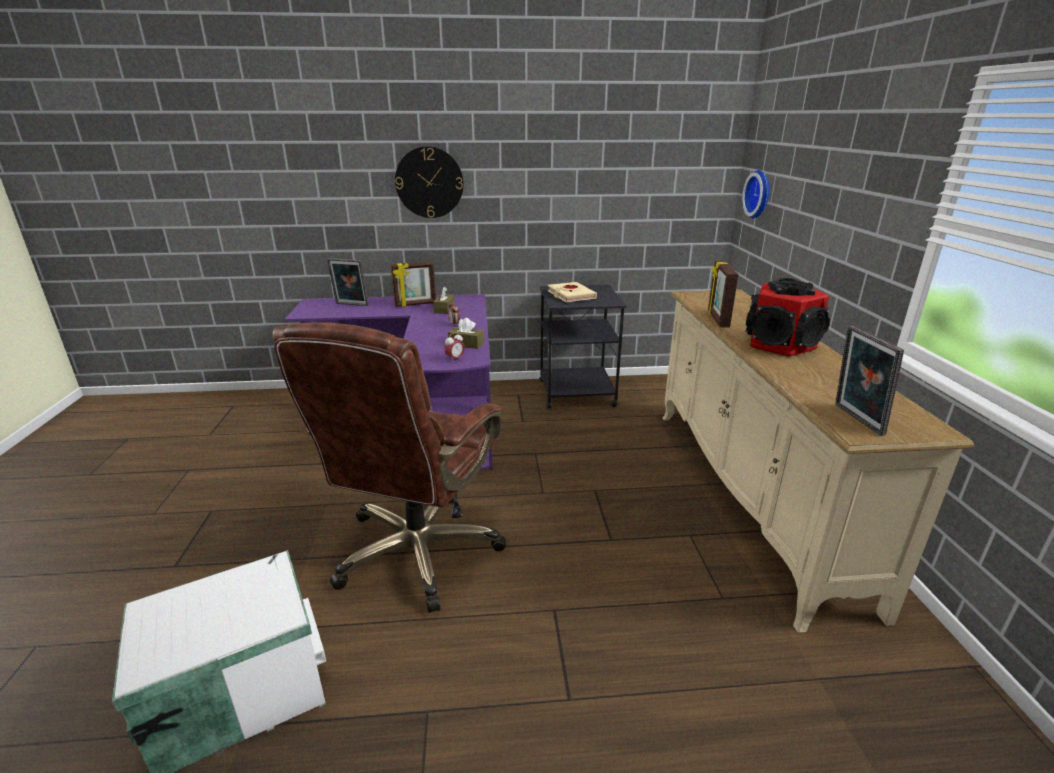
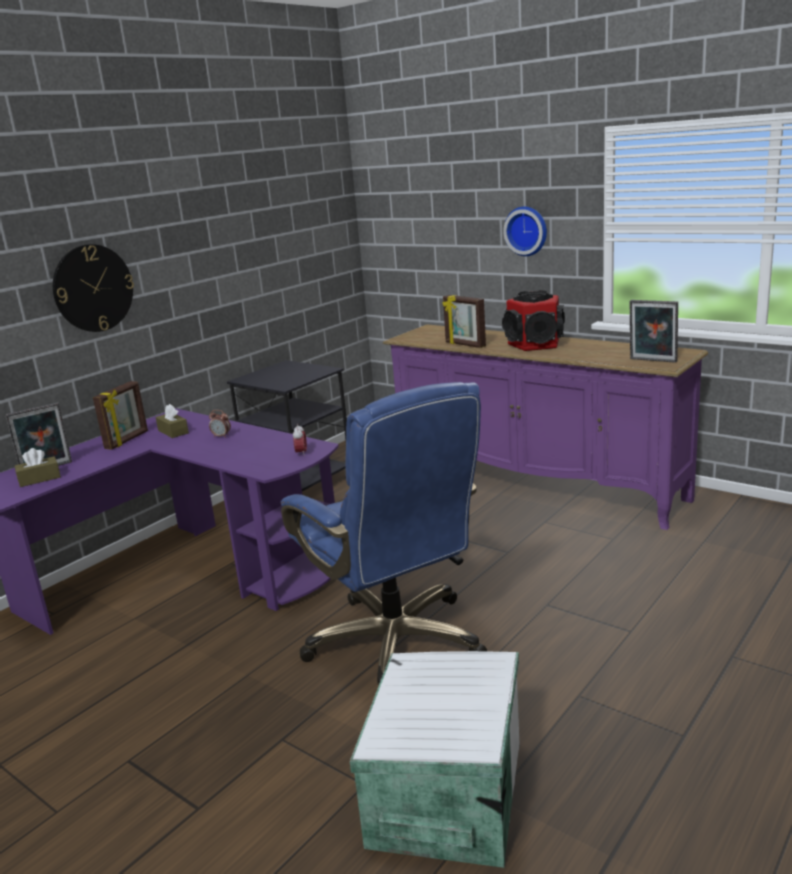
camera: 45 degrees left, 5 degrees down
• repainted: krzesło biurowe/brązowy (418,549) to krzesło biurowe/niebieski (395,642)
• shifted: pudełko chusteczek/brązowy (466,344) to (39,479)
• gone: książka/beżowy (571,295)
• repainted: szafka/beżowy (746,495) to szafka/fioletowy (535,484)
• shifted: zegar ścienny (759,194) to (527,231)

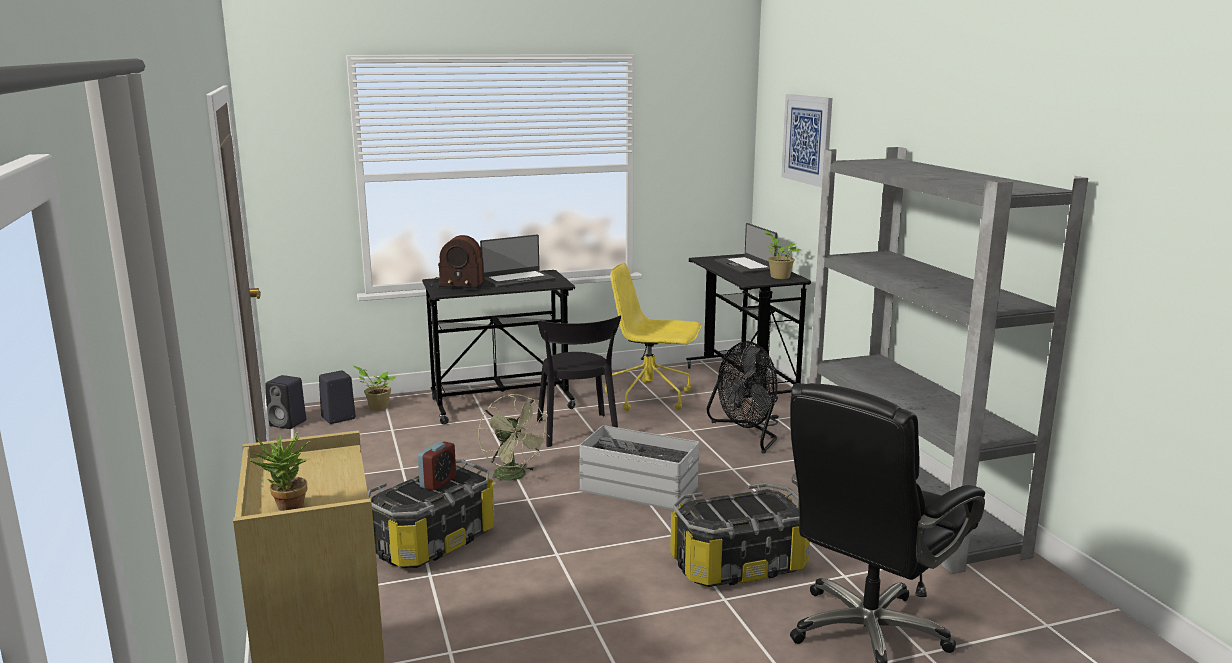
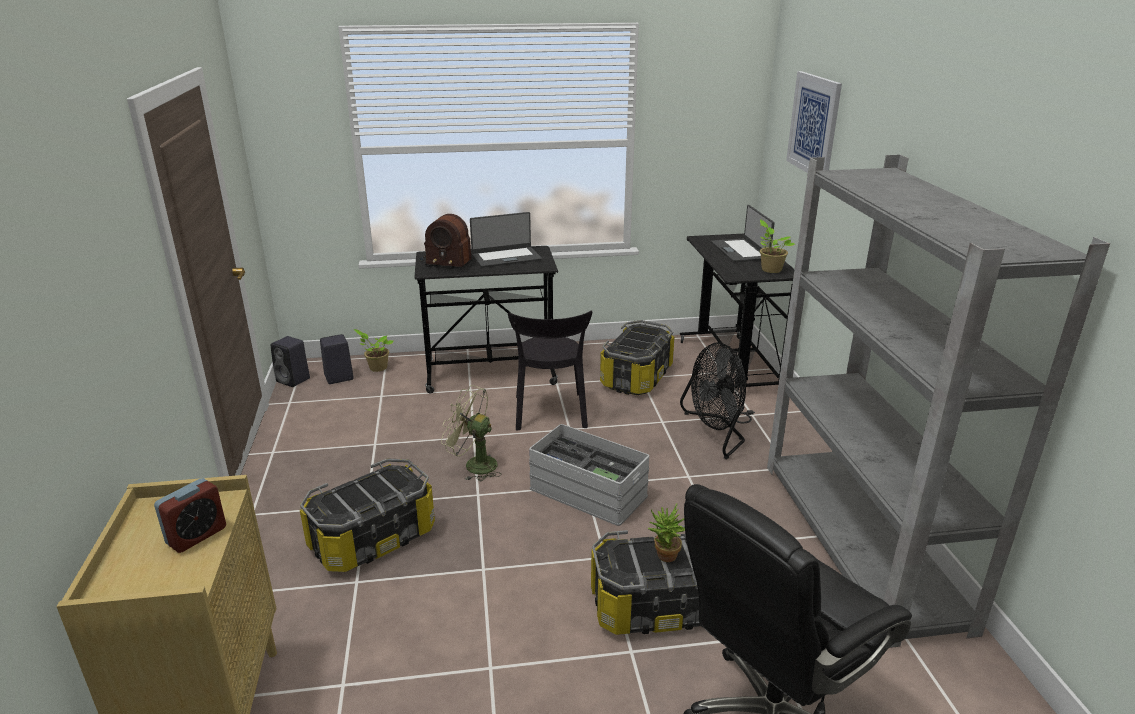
camera: 10 degrees right, 10 degrees up
• shifted: roślina doniczkowa (287,508) to (665,558)
• shifted: budzik (438,482) to (196,536)
• rotated: wentylator/zielony (514,477) = (474,465) 135 degrees clockwise
• swapped: krzesło biurowe/żółty (653,398) to pojemnik do przechowywania (636,377)

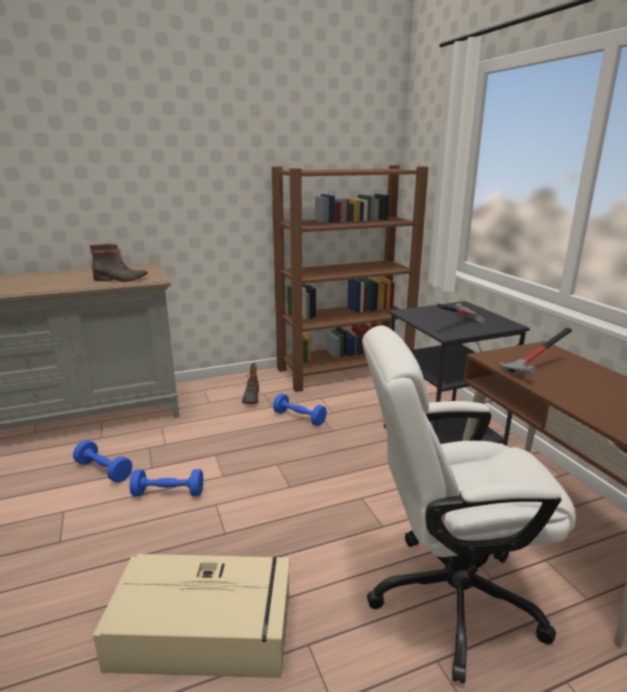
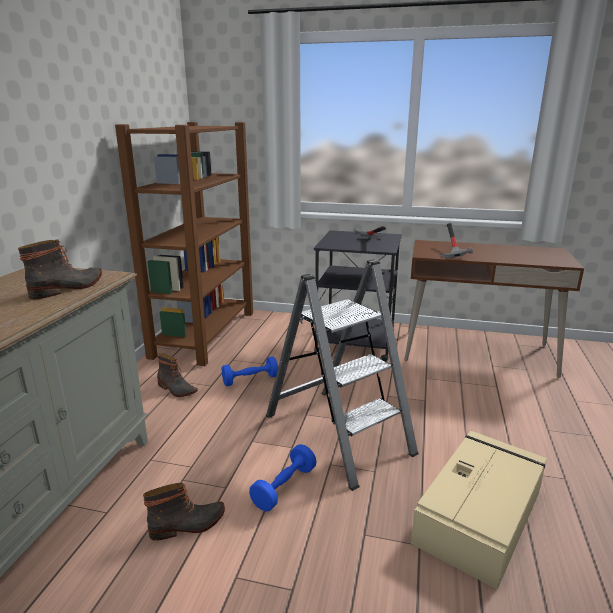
camera: 55 degrees left, 0 degrees up
• swapped: hantel/niebieski (104,470) to but z cholewką (188,525)
• gone: krzesło biurowe/biały (445,600)
• new: drabinka/szary (336,432)

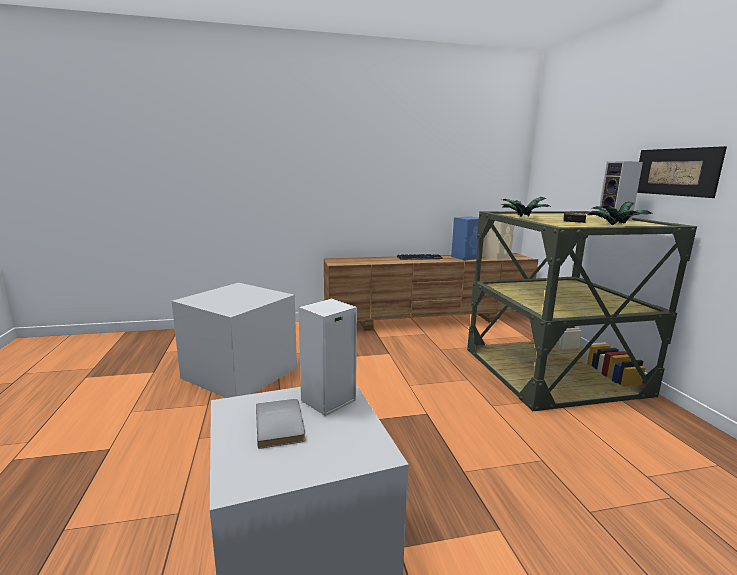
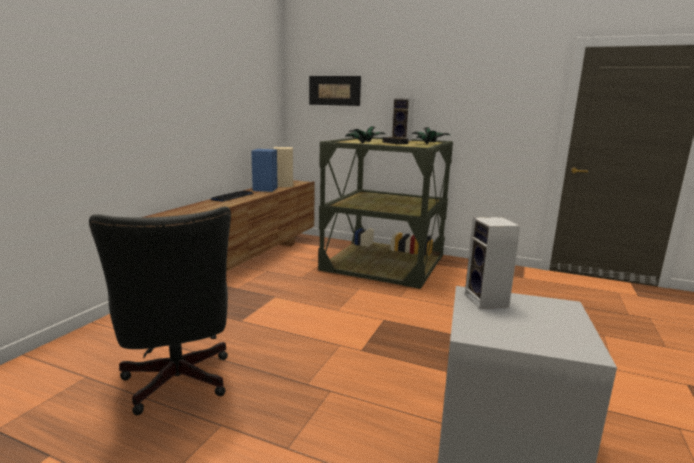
camera: 55 degrees left, 0 degrees up
• swapped: pojemnik do przechowywania/szary (238,373) to krzesło biurowe/czarny (178,384)
• gone: książka/szary (282,424)
• shifted: obraz (675,172) to (334,90)

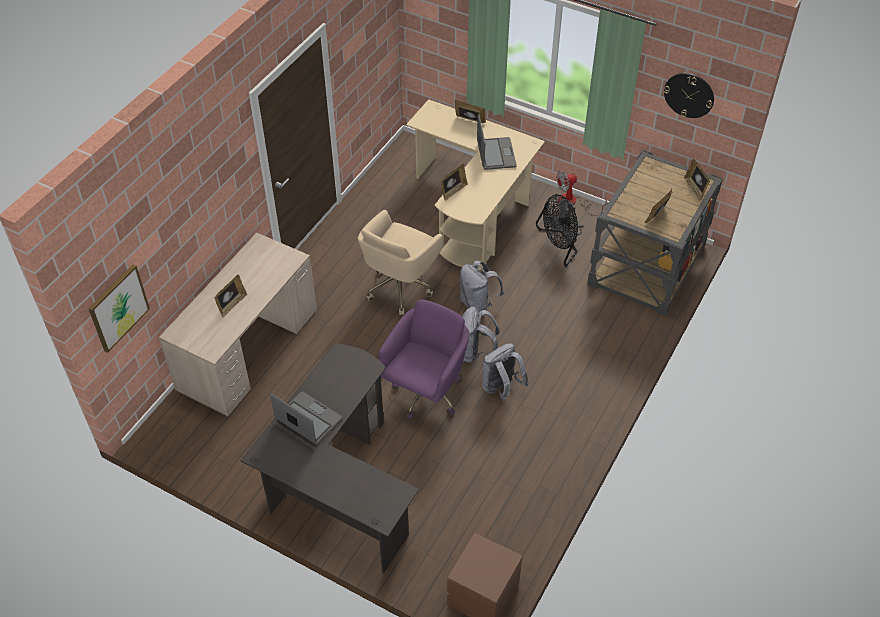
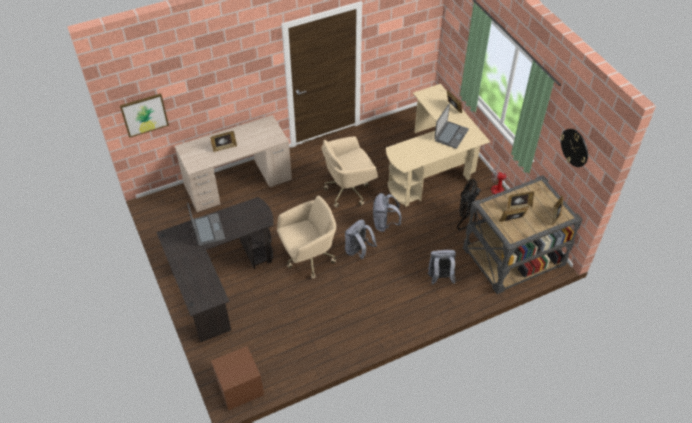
camera: 35 degrees right, 0 degrees up
• repainted: krzesło biurowe/fioletowy (426,395) to krzesło biurowe/beżowy (308,259)
• shifted: ramka na zdjęcie (453,191) to (518,207)
• shifted: plecak/szary (501,388) to (440,278)

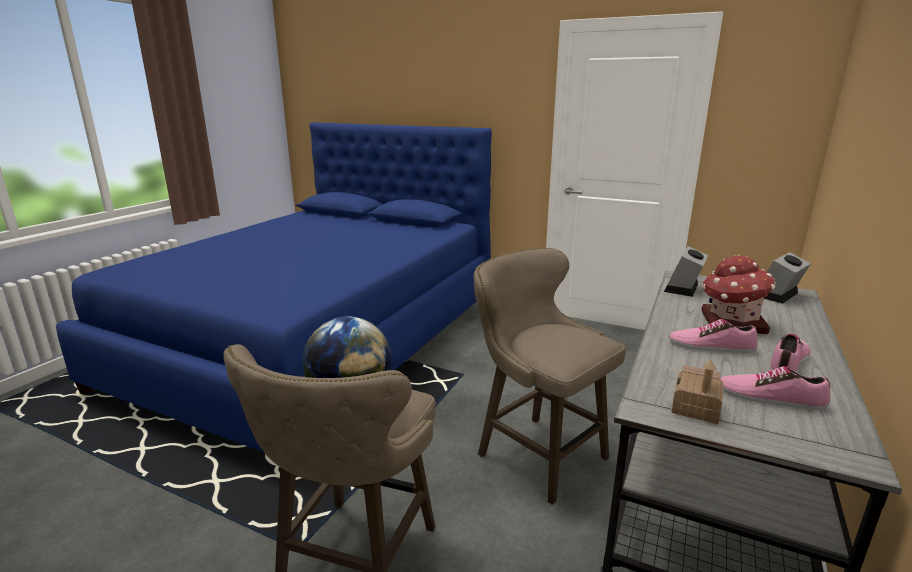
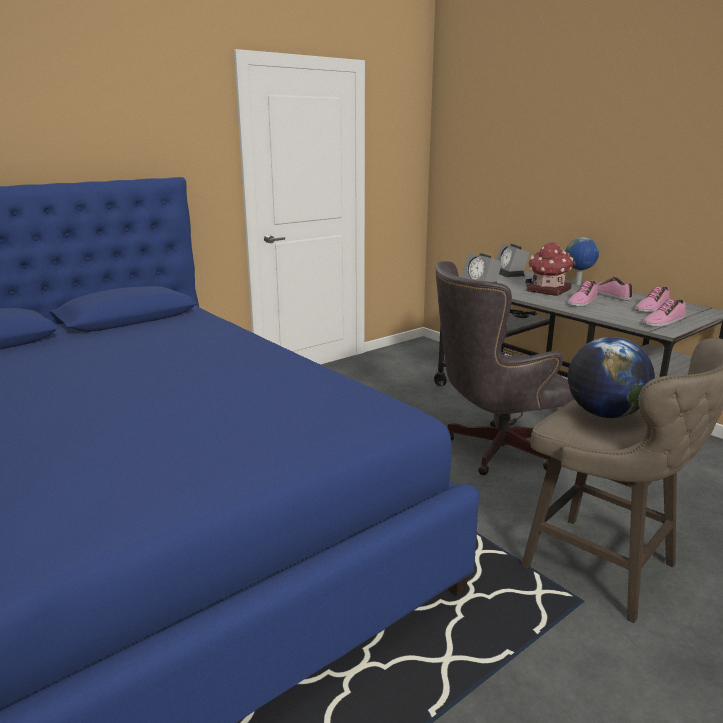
camera: 65 degrees left, 0 degrees up
• swapped: stołek/beżowy (537,453) to krzesło biurowe/szary (494,451)
• swapped: domek (695,408) to but (663,321)
• new: globus (578,284)

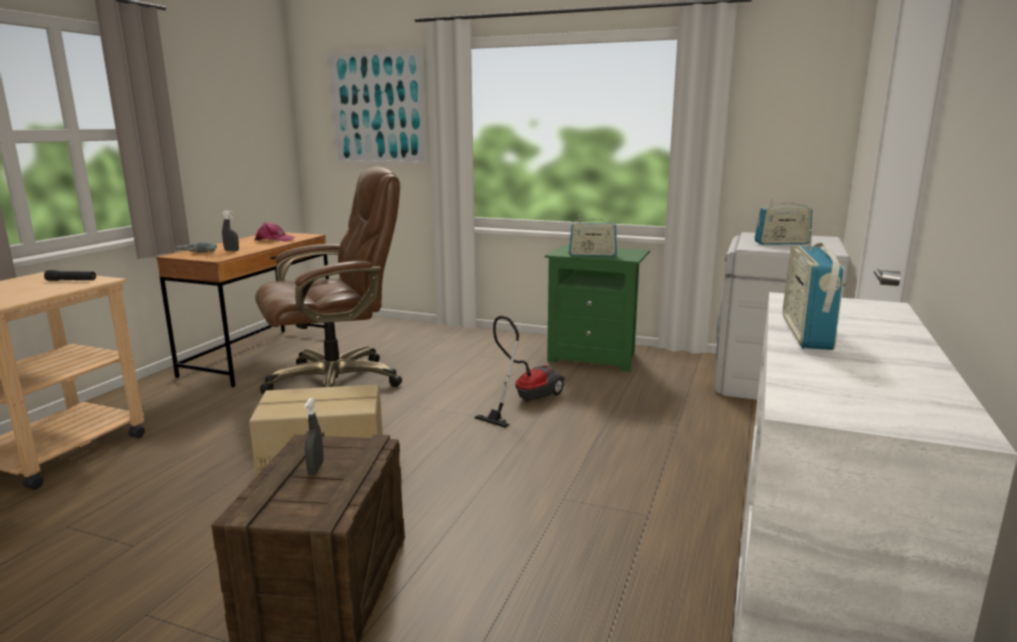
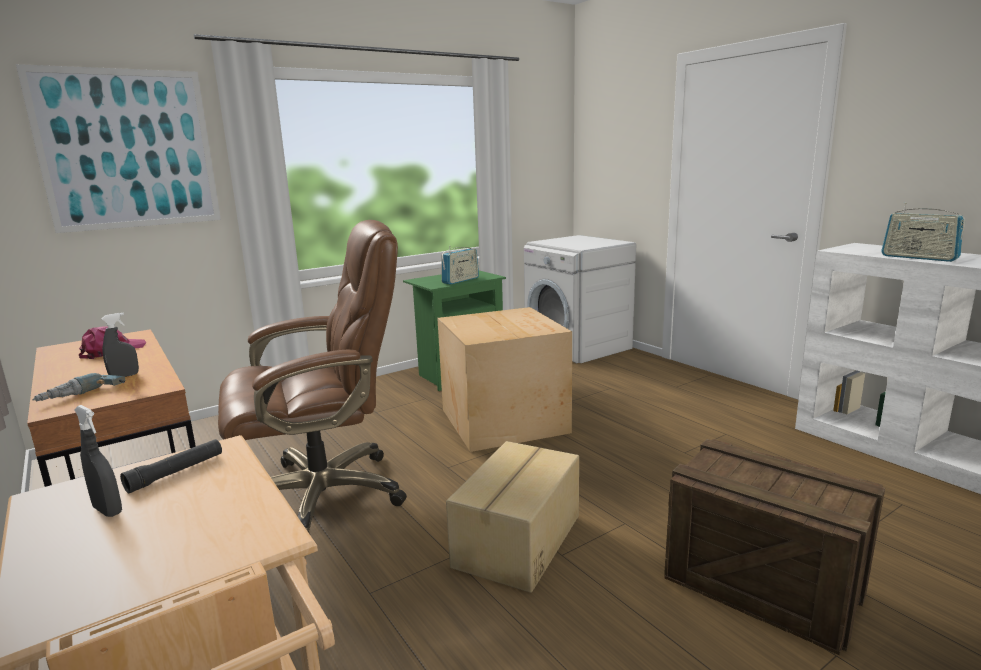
camera: 55 degrees left, 0 degrees up
• rotated: krzesło biurowe/brązowy (334,382) = (322,495) 60 degrees clockwise
• shifted: spryskiwacz/szary (315,468) to (108,510)
• swapped: odkurzacz (525,400) to karton (505,420)
• gone: radio (782,243)

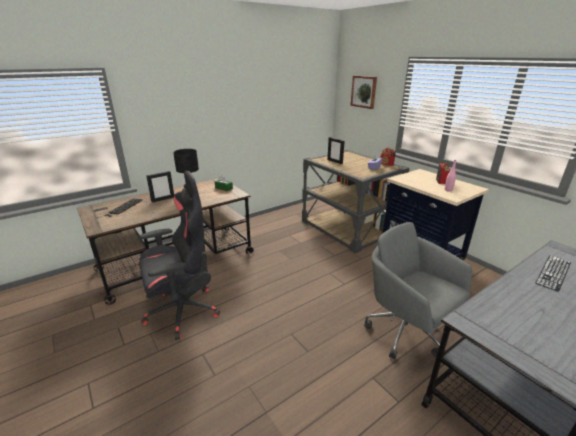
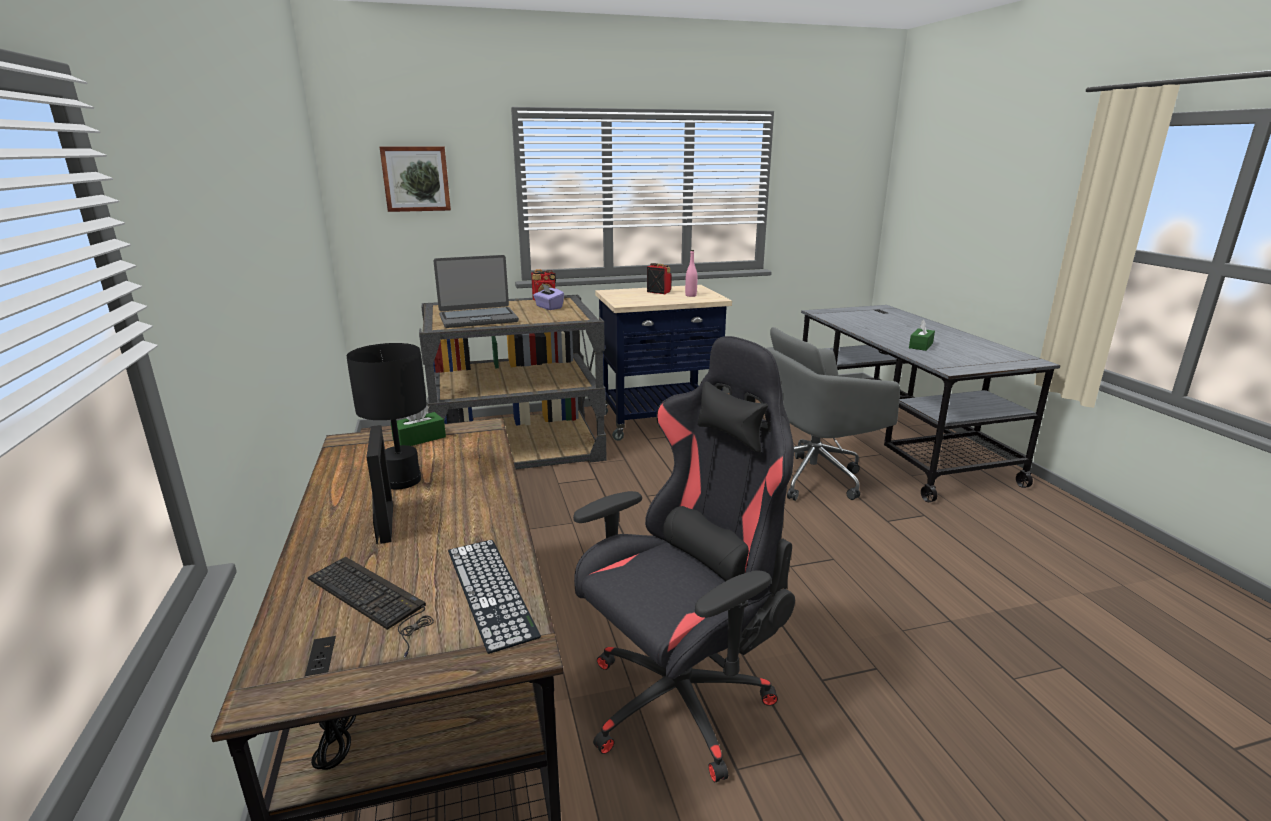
camera: 70 degrees left, 5 degrees down
• rotated: krzesło biurowe/czarny (182,312) = (676,704) 60 degrees clockwise
• swapped: ramka na zdjęcie (335,161) to laptop (478,318)
• shifted: klawiatura (553,272) to (490,590)
• new: pudełko chusteczek/zielony (920,345)

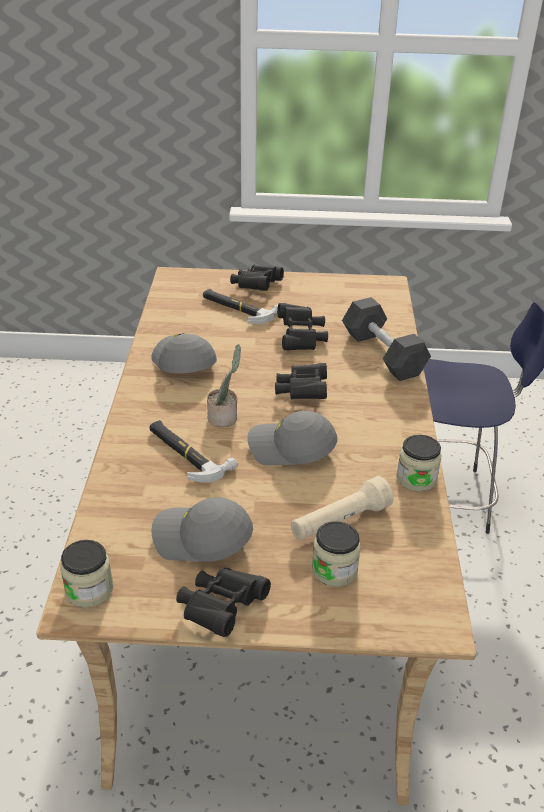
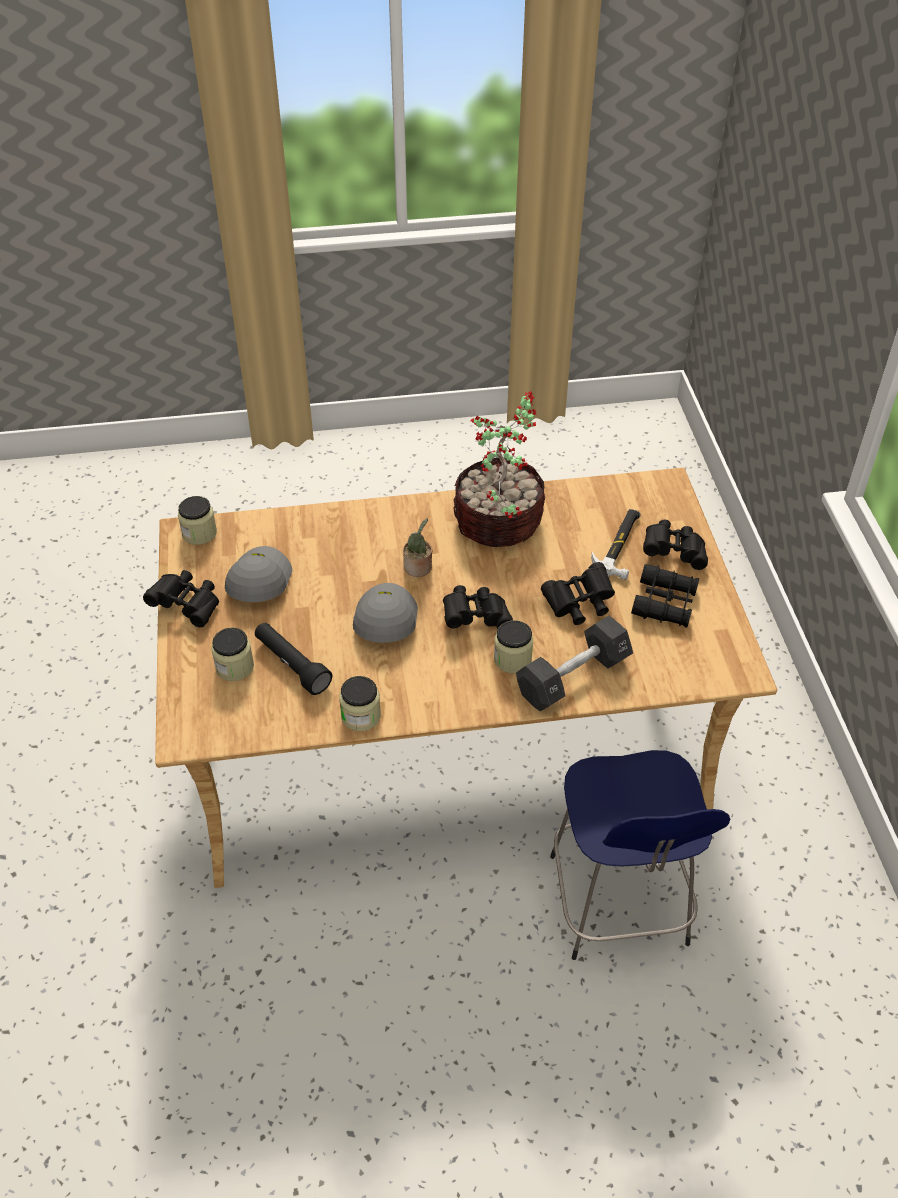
camera: 80 degrees right, 10 degrees up
• gone: młotek (186,453)
• swapped: czapka z daszkiem/szary (182,363) to roślina doniczkowa (498,523)
• repainted: latarka/beżowy (340,521) to latarka/czarny (292,665)
• new: słoik (512,659)
• new: lornetka/czarny (664,603)

